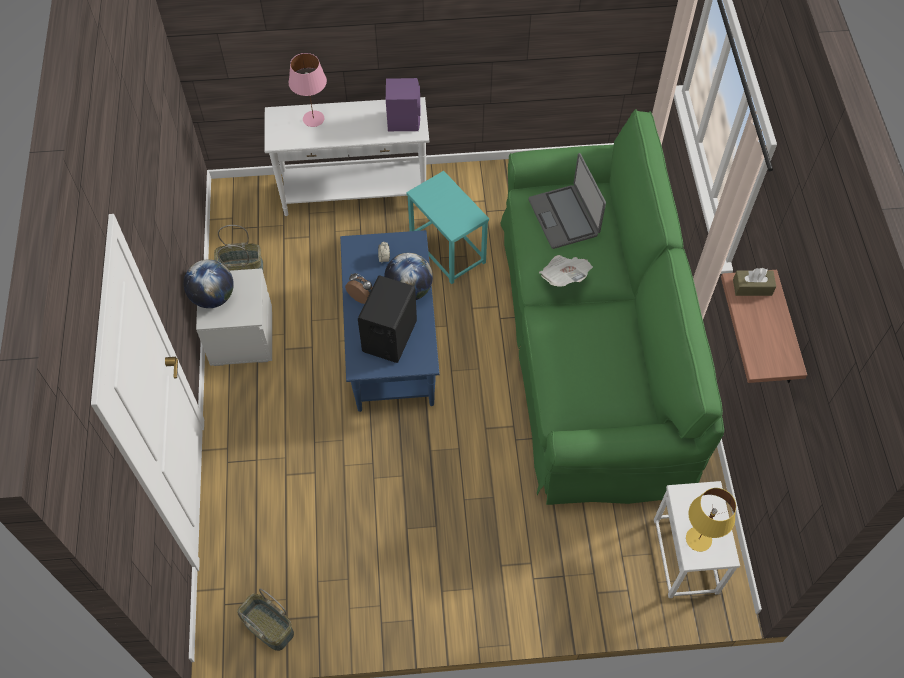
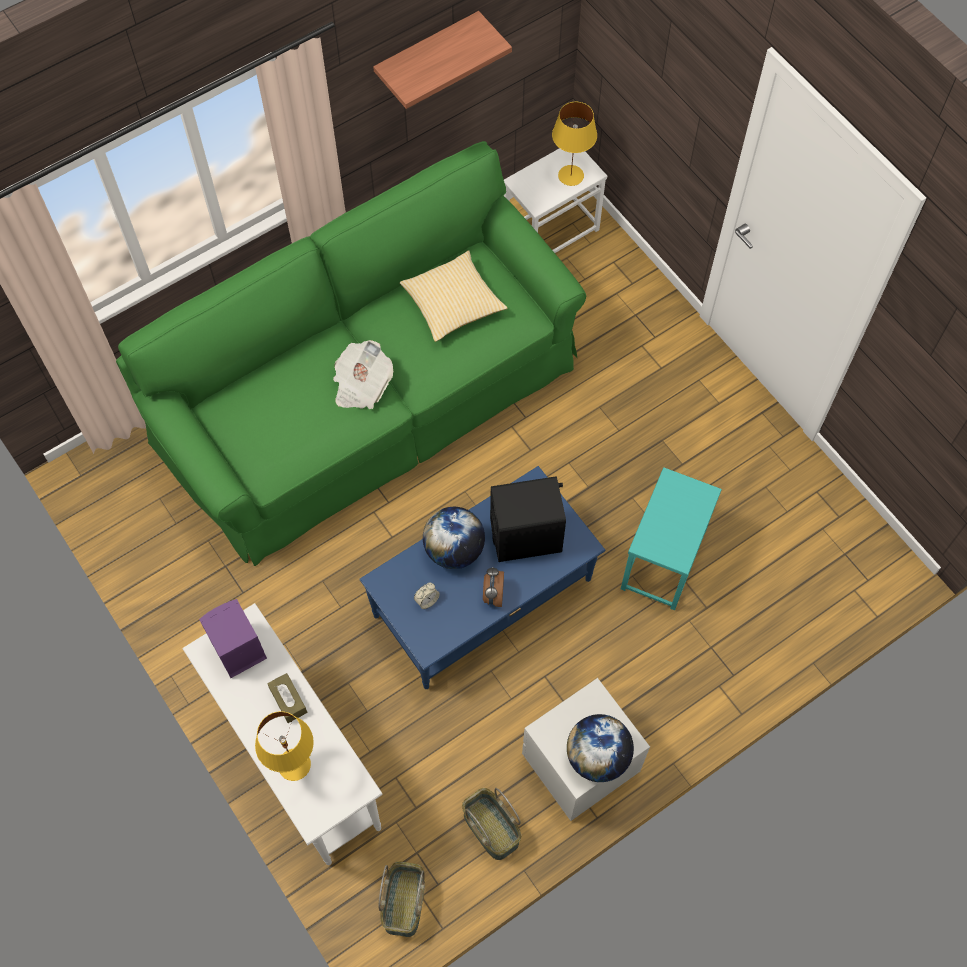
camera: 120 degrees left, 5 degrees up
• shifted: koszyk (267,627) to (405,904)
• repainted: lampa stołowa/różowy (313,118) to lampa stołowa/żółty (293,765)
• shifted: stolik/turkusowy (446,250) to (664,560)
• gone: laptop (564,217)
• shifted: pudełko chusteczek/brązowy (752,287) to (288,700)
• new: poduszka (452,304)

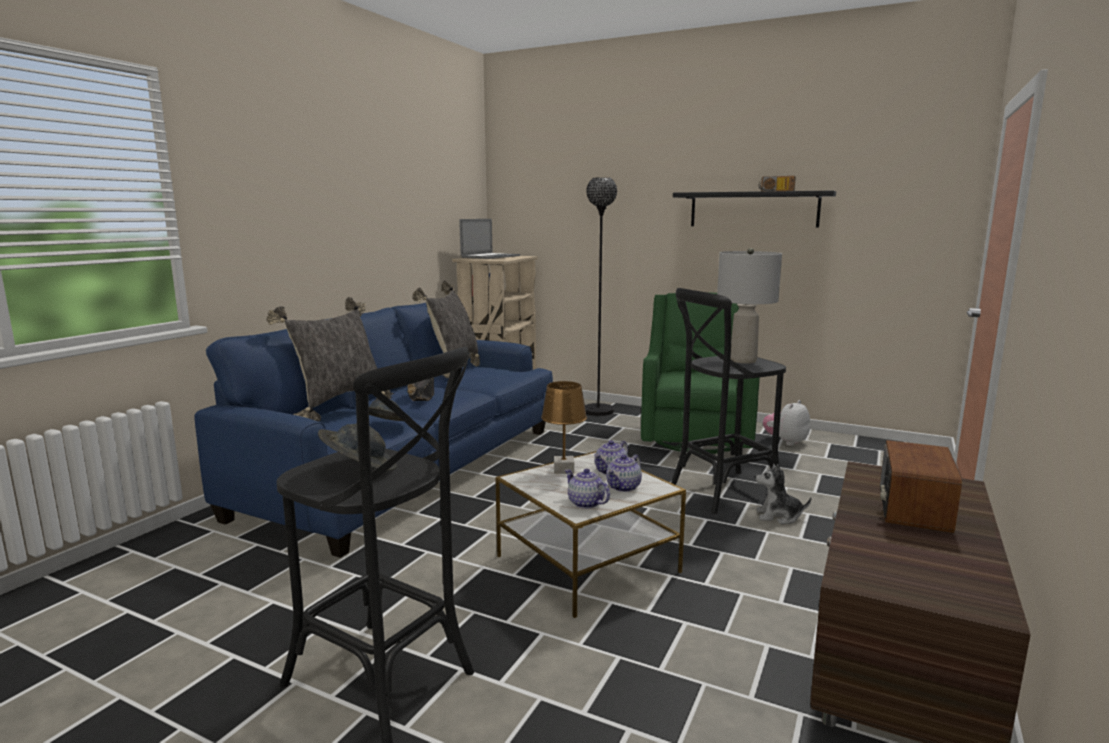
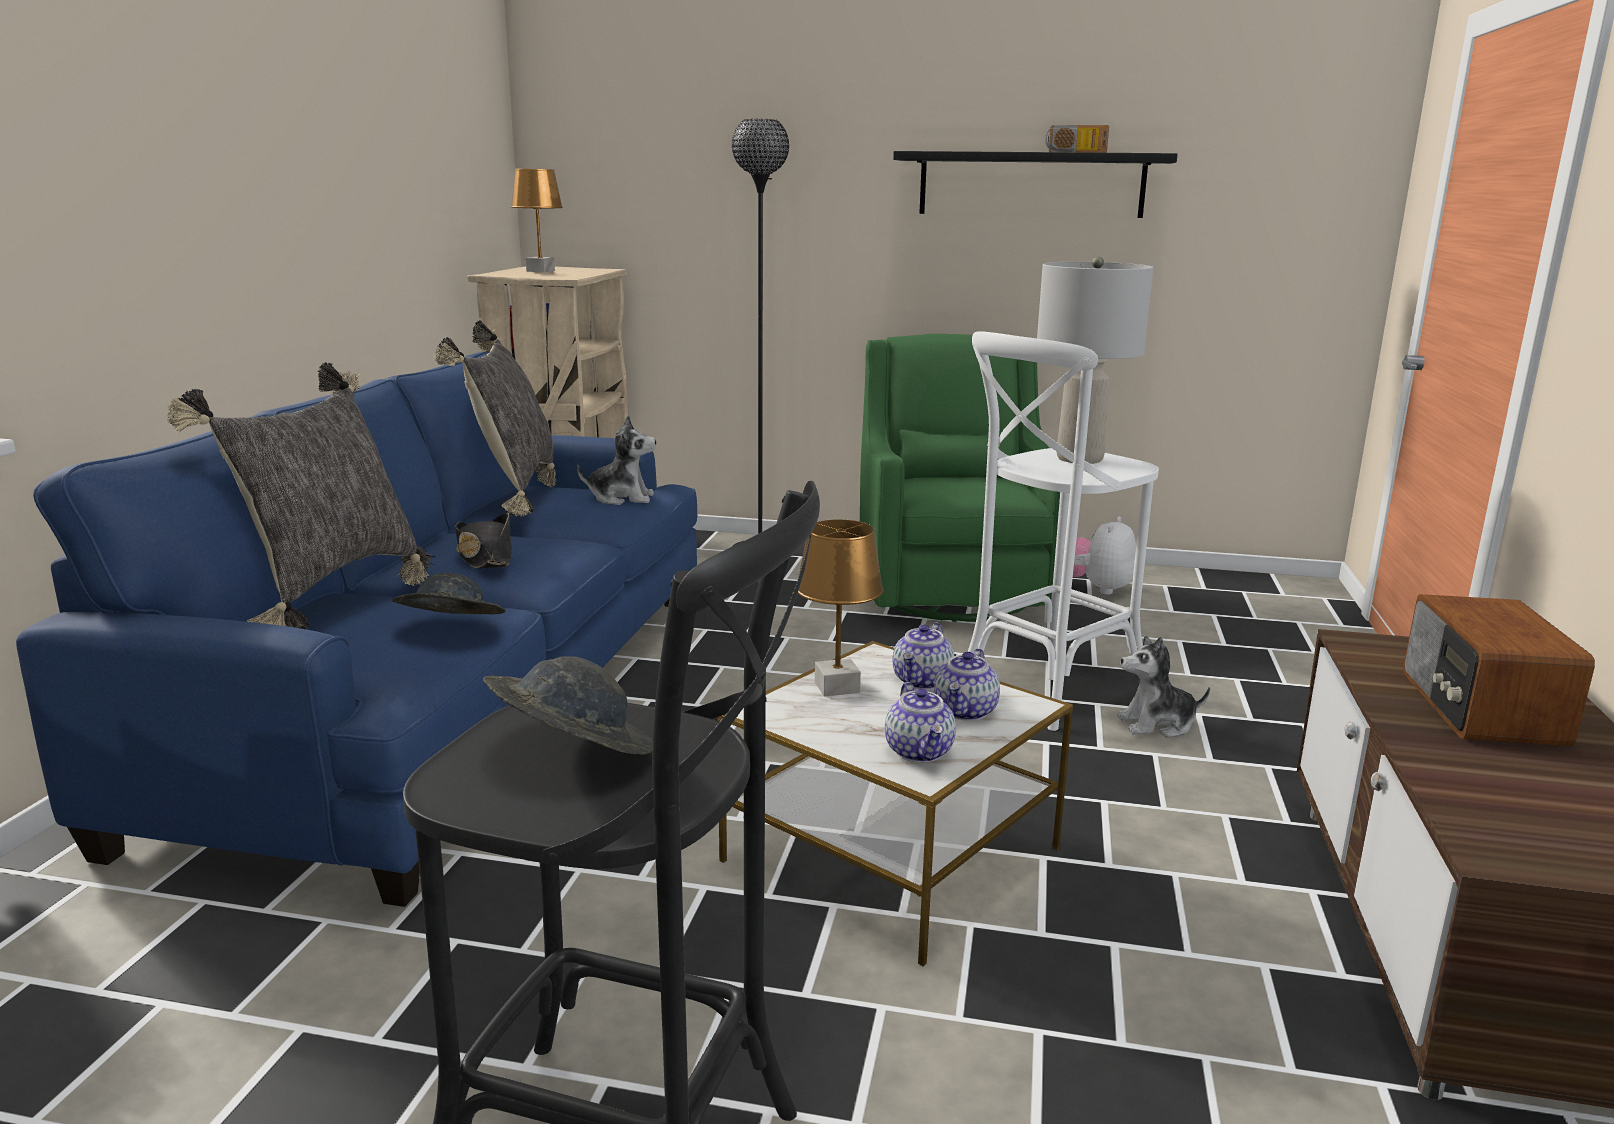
camera: 15 degrees left, 5 degrees up
• swapped: laptop (490,257) to lampa stołowa/brązowy (540,271)
• rotated: imbryk (585,503) = (920,752) 135 degrees counterclockwise
• repainted: stołek/czarny (721,492) to stołek/biały (1045,689)
• new: pluszak (621,498)

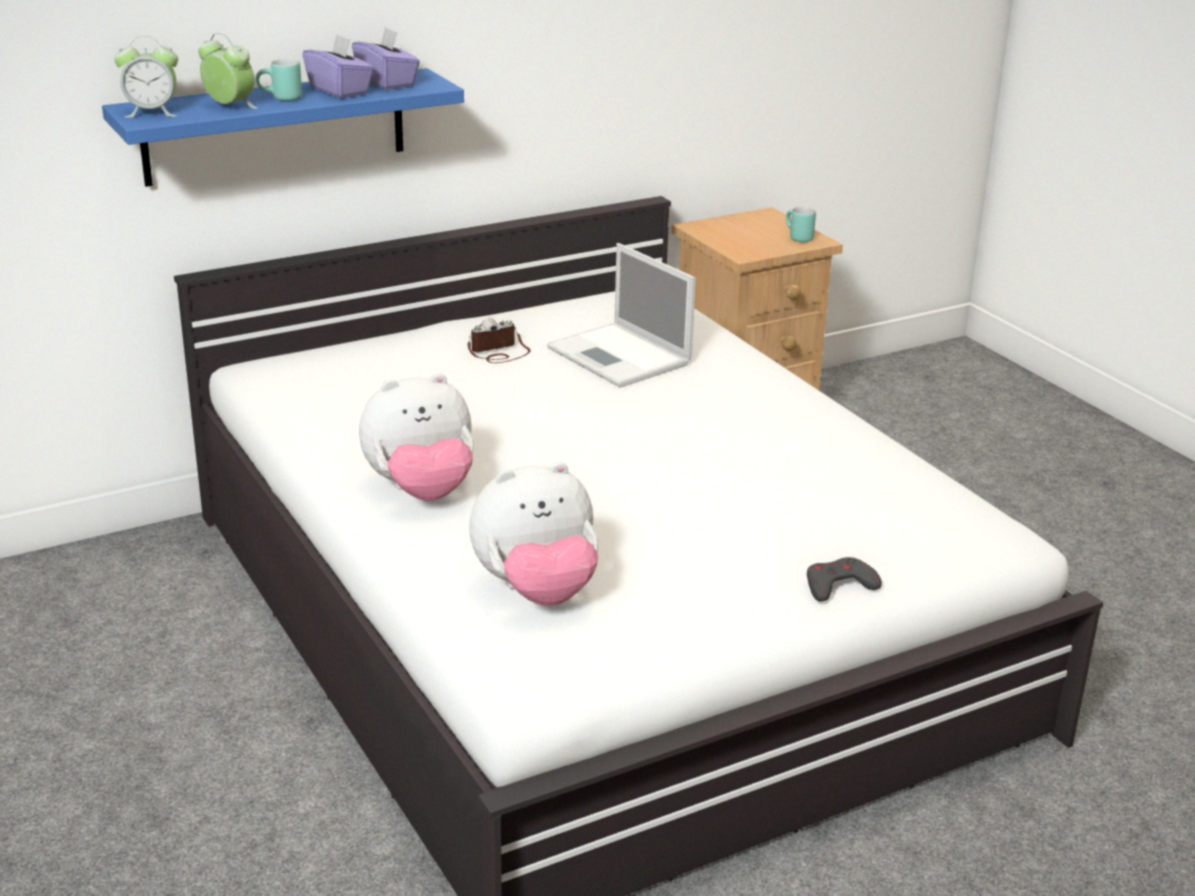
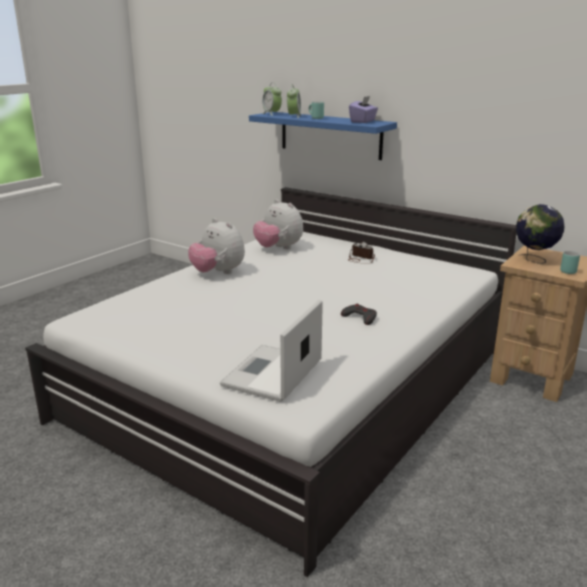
camera: 65 degrees right, 5 degrees down
• gone: pudełko chusteczek/fioletowy (340,90)
• shifted: pluszak (537,591) to (278,248)
• shifted: laptop (621,357) to (272,374)
• shifted: pad do gier/szary (839,585) to (360,317)
• new: globus (534,260)

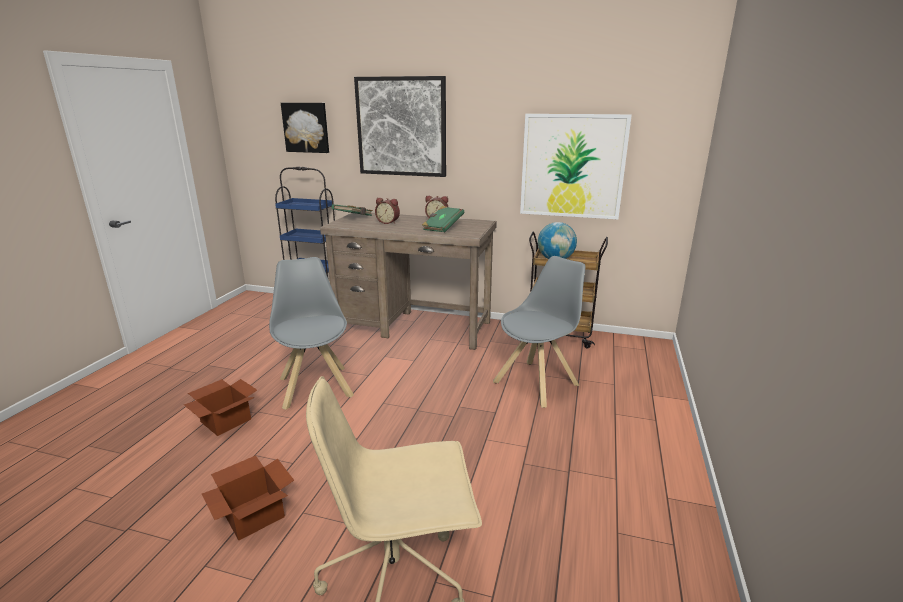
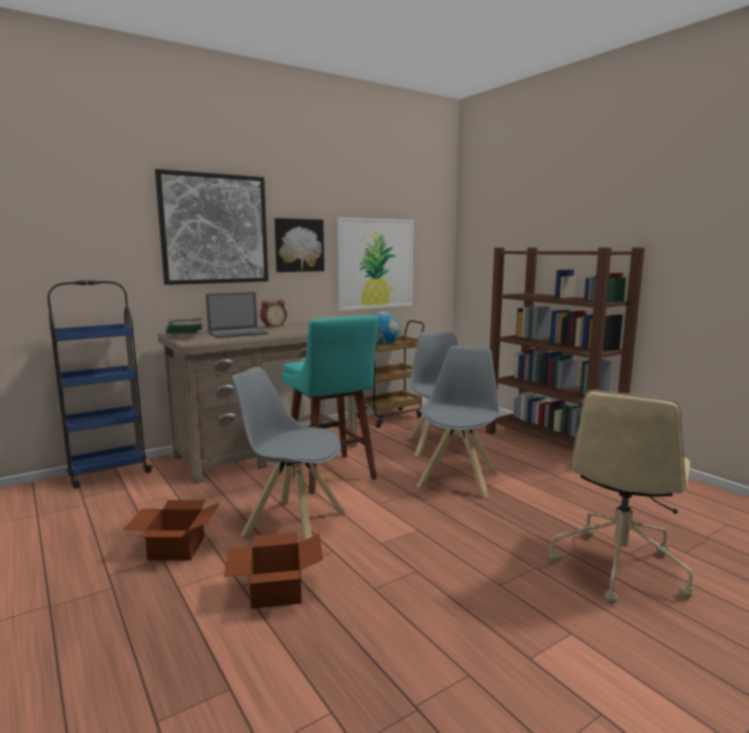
camera: 50 degrees left, 10 degrees down
• shifted: karton (254,513) to (175,548)
• shifted: obraz (306,127) to (298,245)
• swapped: budzik (388,222) to laptop (238,333)
• gone: książka/zielony (442,227)
• new: stołek/turkusowy (330,474)
• new: krzesło/szary (459,479)
• new: regał/brązowy (550,444)

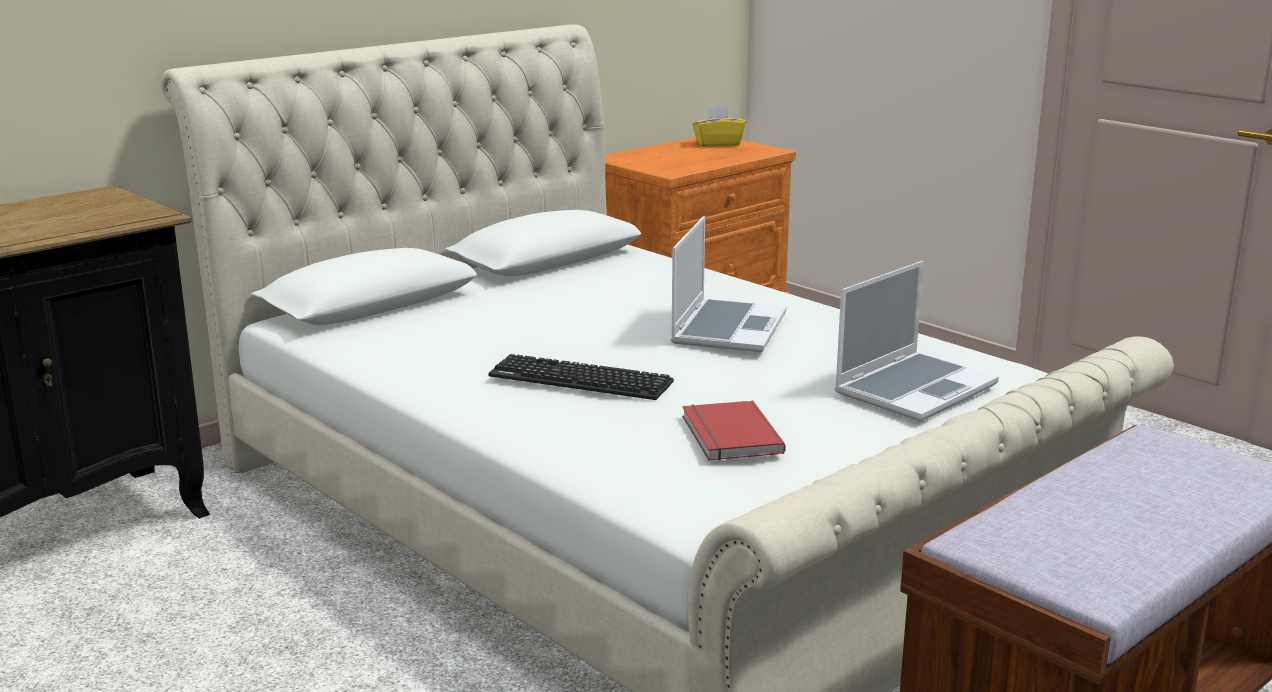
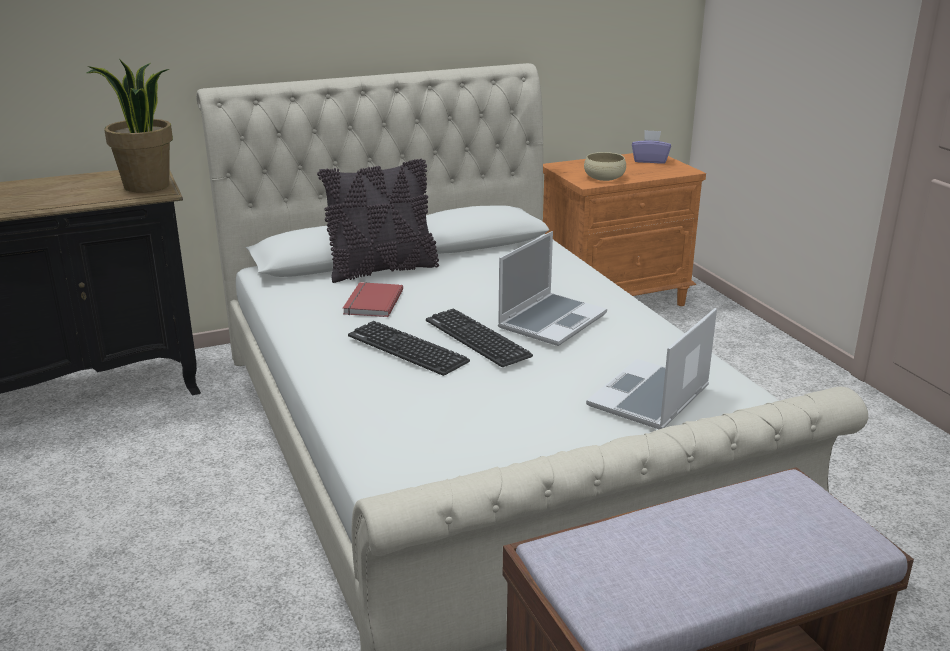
camera: 20 degrees right, 5 degrees up
• shifted: książka/czerwony (728,435) to (371,302)
• repainted: pudełko chusteczek/żółty (718,144) to pudełko chusteczek/fioletowy (650,160)
• rotated: laptop (915,388) = (650,398) 150 degrees clockwise
• new: roślina doniczkowa (146,186)
• new: poduszka/czarny (382,269)
• new: klawiatura (477,338)
• new: miska/beżowy (604,177)

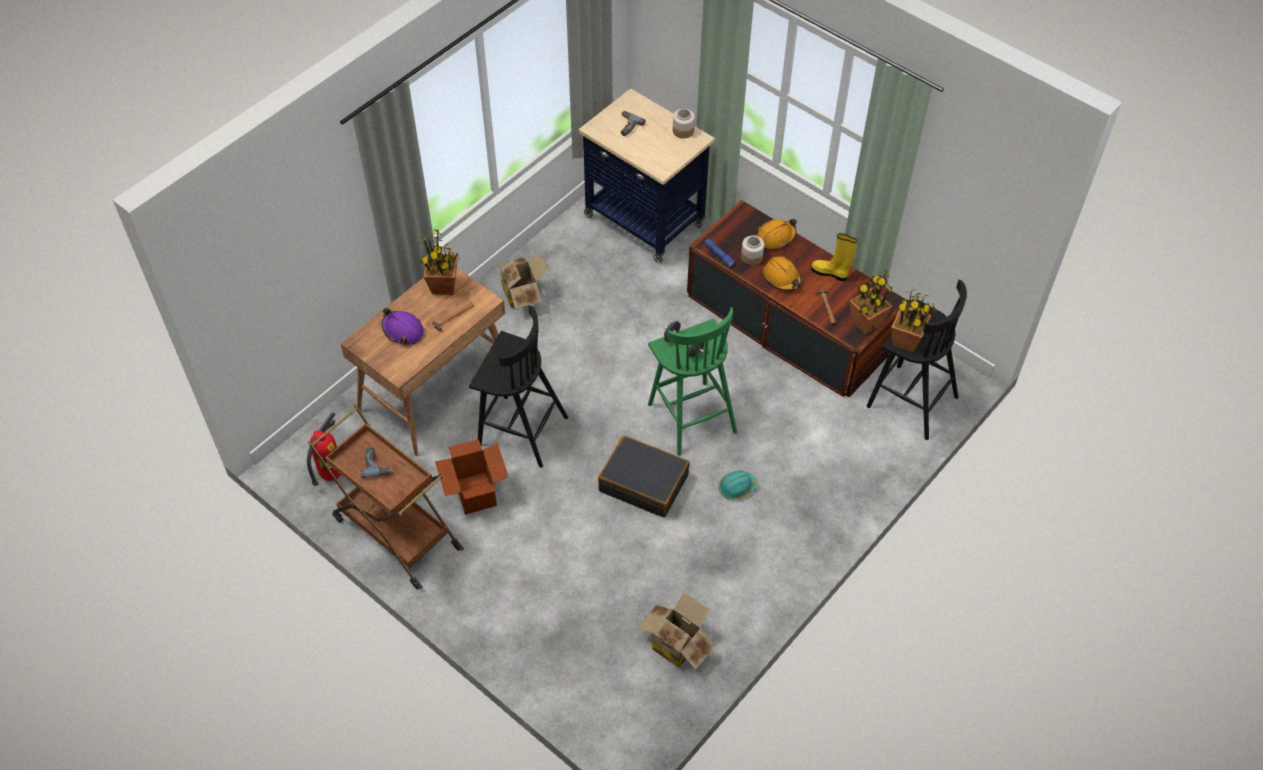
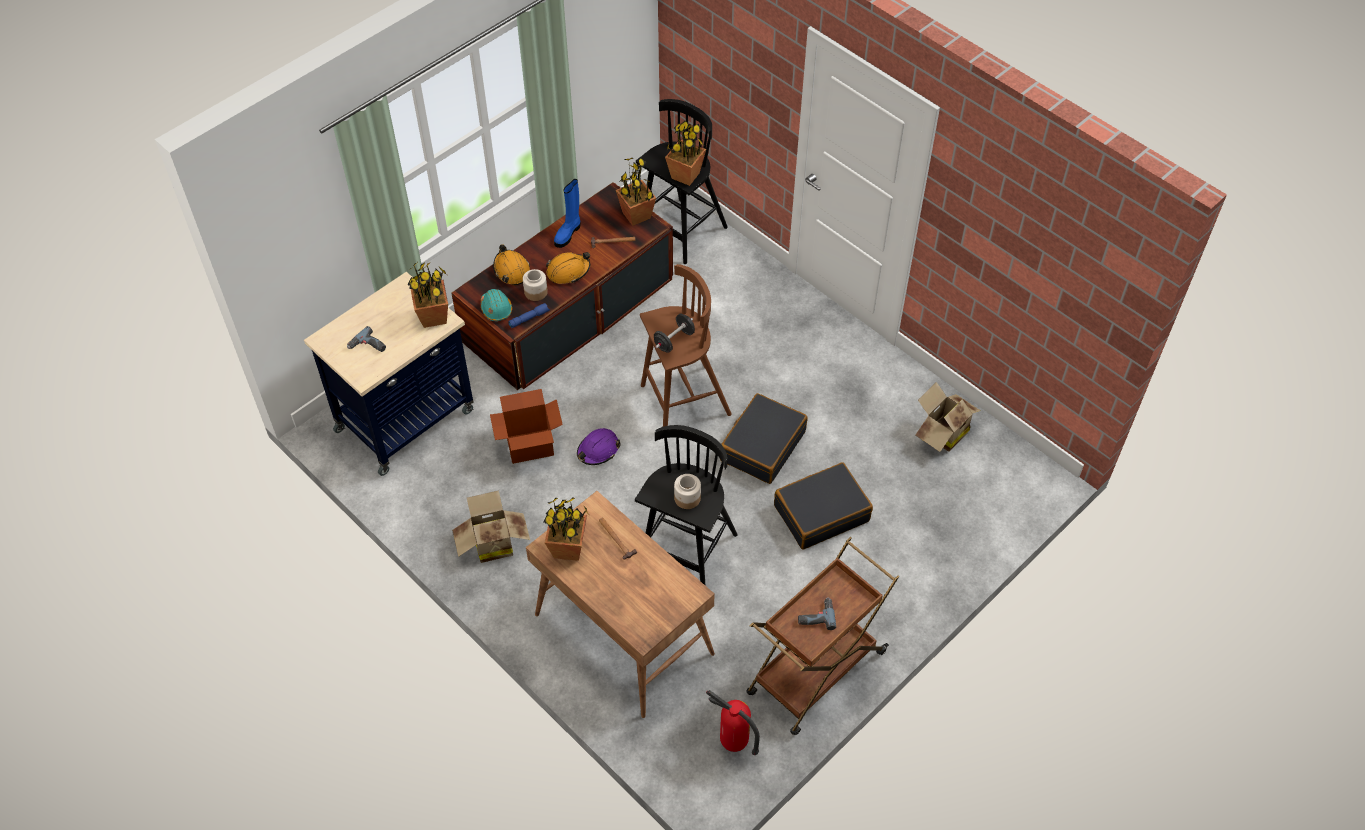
camera: 85 degrees left, 0 degrees up
• shifted: kask/fioletowy (403,330) to (598,450)
• shifted: karton (475,493) to (530,446)
• repainted: stołek/zielony (690,415) to stołek/brązowy (682,401)
• shifted: słoik (683,131) to (687,498)
• shifted: kask/turkusowy (737,488) to (496,309)
• repainted: but z cholewką/żółty (830,273) to but z cholewką/niebieski (568,233)
• new: roślina doniczkowa (433,316)
• new: walizka/czarny (821,513)

